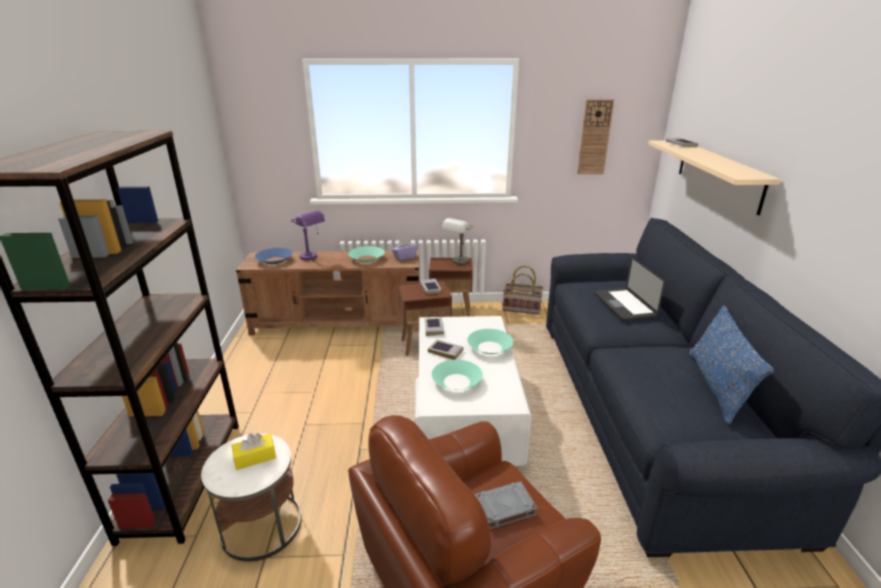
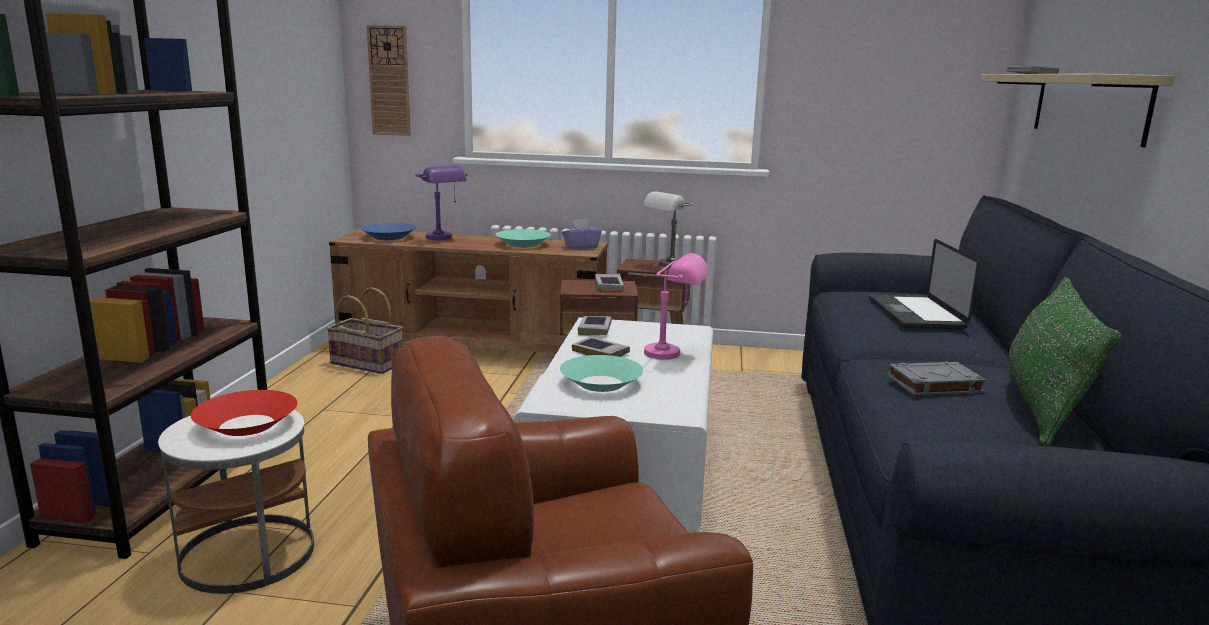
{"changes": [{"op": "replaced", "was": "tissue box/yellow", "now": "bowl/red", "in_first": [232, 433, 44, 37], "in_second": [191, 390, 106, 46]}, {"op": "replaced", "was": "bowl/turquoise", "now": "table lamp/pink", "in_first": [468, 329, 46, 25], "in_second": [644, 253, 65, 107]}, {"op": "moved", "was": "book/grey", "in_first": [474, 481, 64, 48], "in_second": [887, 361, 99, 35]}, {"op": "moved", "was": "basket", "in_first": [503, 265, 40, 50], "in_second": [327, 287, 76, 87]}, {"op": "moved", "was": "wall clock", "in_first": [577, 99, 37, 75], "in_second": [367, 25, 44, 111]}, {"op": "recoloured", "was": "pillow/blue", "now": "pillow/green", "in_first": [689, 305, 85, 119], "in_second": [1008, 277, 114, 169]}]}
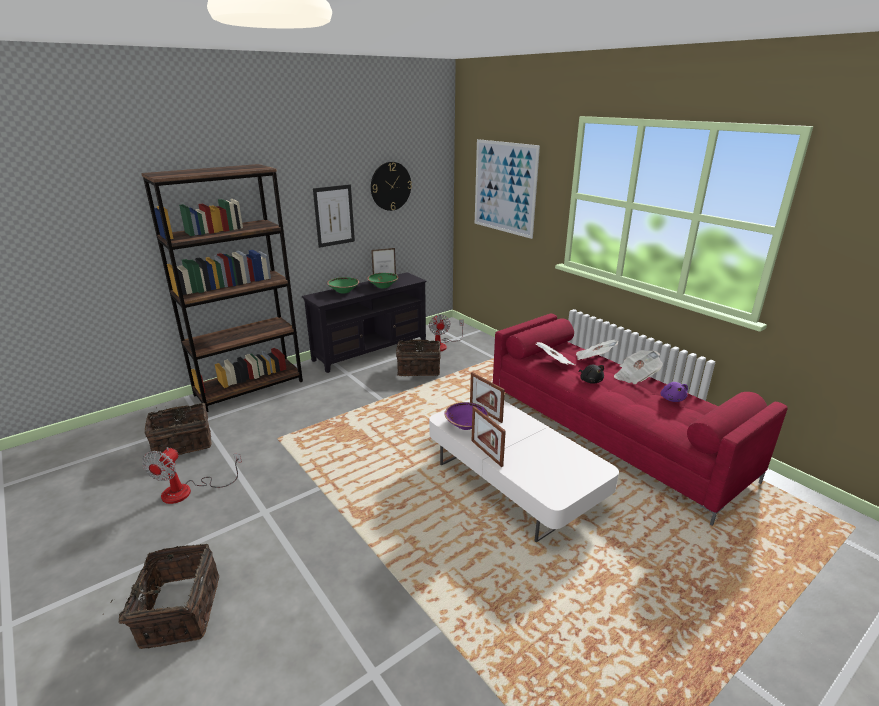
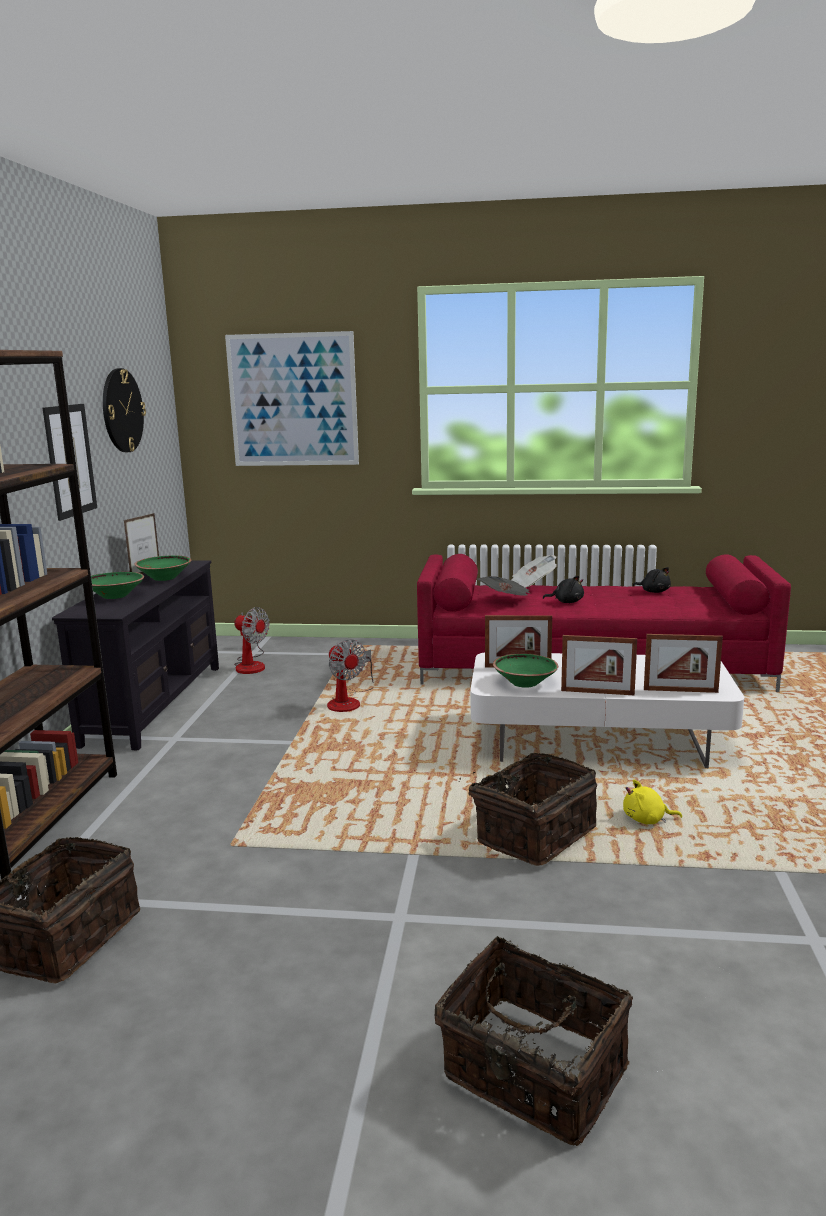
{"changes": [{"op": "moved", "was": "fan", "in_first": [142, 447, 100, 57], "in_second": [327, 639, 47, 73]}, {"op": "moved", "was": "basket", "in_first": [396, 338, 45, 38], "in_second": [459, 753, 138, 113]}, {"op": "recoloured", "was": "bowl/purple", "now": "bowl/green", "in_first": [444, 402, 45, 28], "in_second": [493, 654, 65, 34]}, {"op": "removed", "was": "newspaper", "in_first": [614, 350, 49, 34]}, {"op": "recoloured", "was": "plush toy/purple", "now": "plush toy/black", "in_first": [660, 382, 28, 20], "in_second": [633, 567, 38, 26]}, {"op": "added", "now": "plush toy/yellow", "in_second": [623, 779, 59, 45]}, {"op": "added", "now": "picture frame", "in_second": [644, 634, 79, 59]}]}
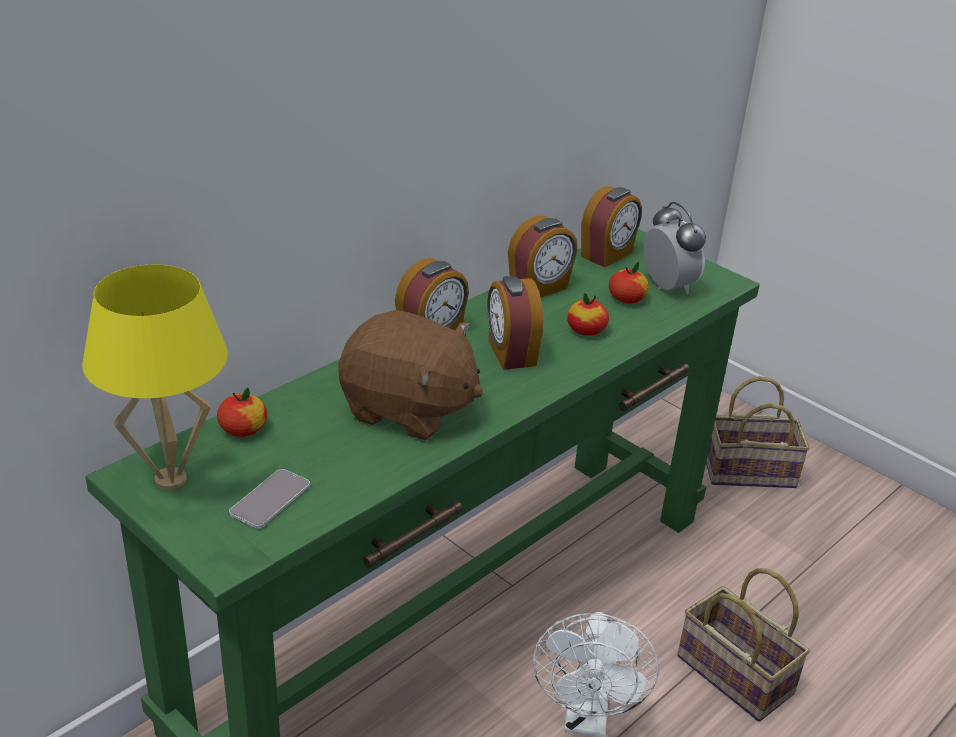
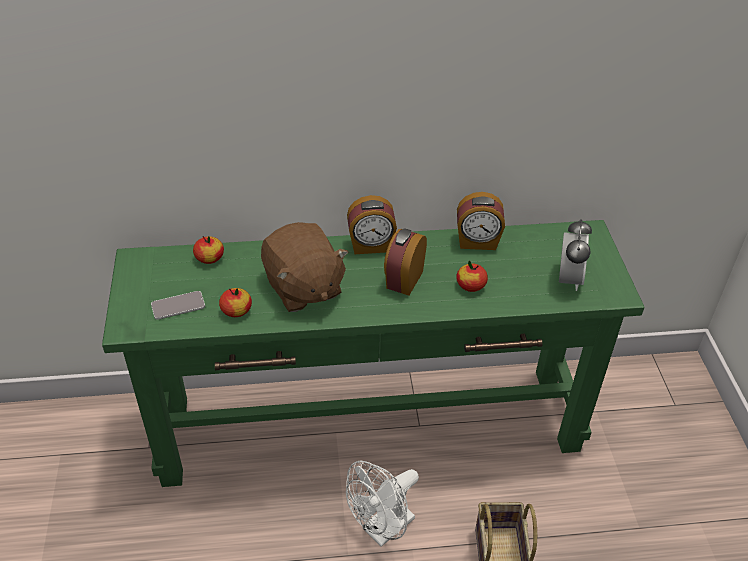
{"changes": [{"op": "removed", "was": "table lamp/yellow", "in_first": [82, 264, 146, 226]}, {"op": "removed", "was": "alarm clock", "in_first": [581, 186, 61, 82]}, {"op": "moved", "was": "apple", "in_first": [609, 262, 40, 41], "in_second": [219, 288, 33, 29]}, {"op": "removed", "was": "basket", "in_first": [706, 376, 104, 112]}]}
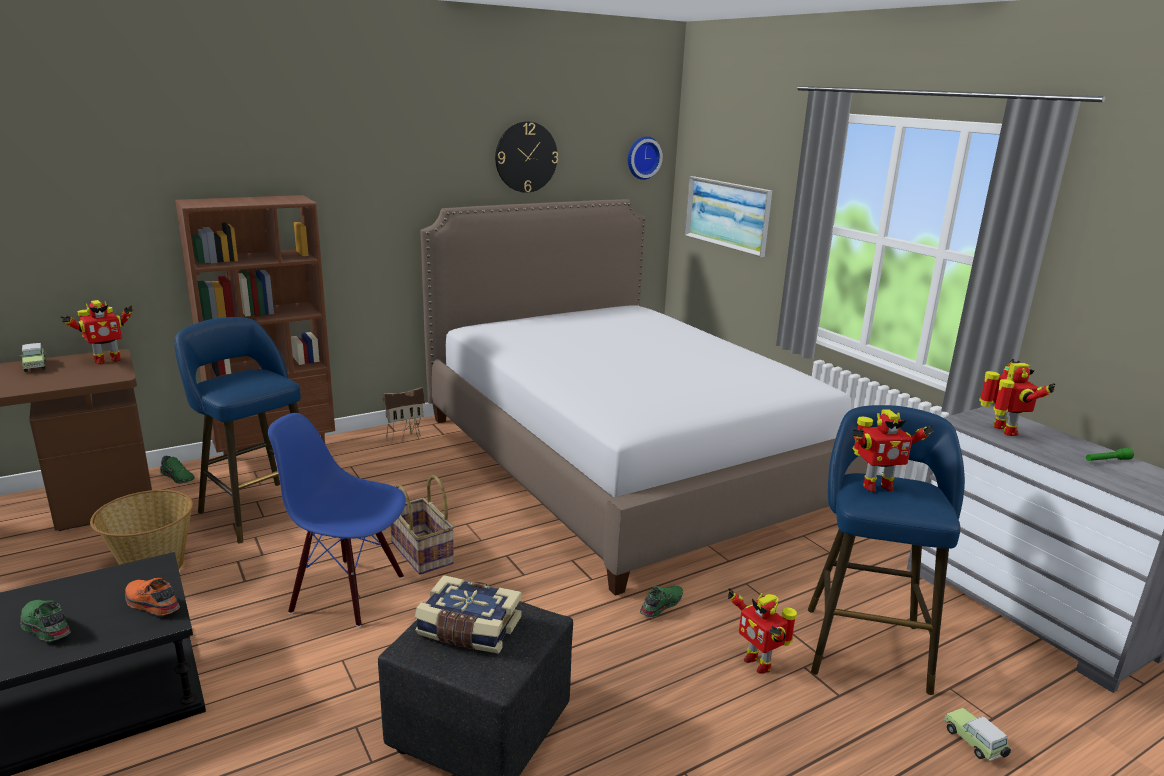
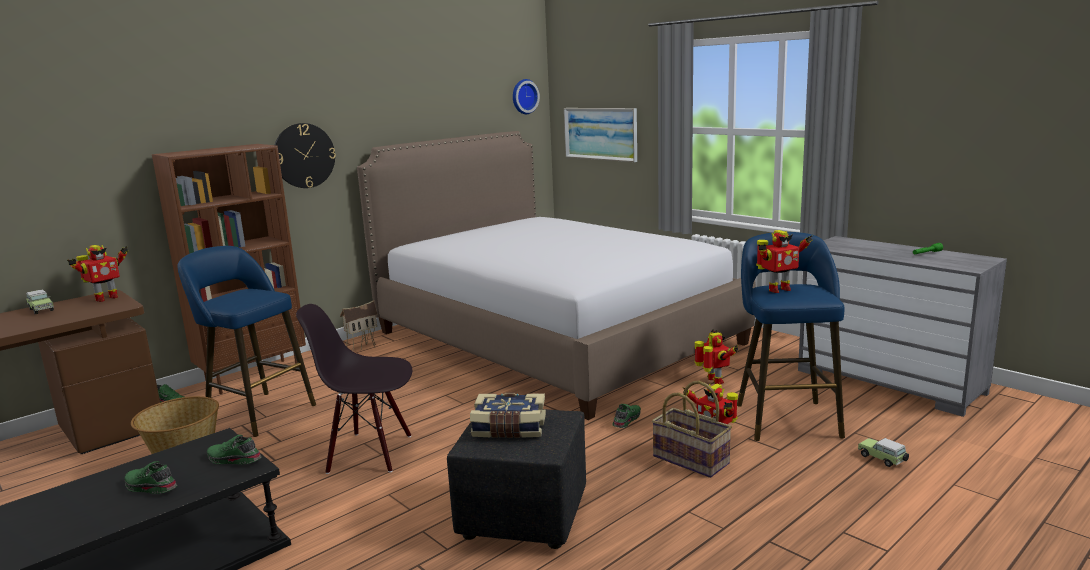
{"changes": [{"op": "recoloured", "was": "shoe/orange", "now": "shoe/green", "in_first": [125, 578, 55, 37], "in_second": [207, 435, 54, 30]}, {"op": "recoloured", "was": "chair/blue", "now": "chair/black", "in_first": [268, 413, 138, 214], "in_second": [296, 304, 116, 170]}, {"op": "moved", "was": "basket", "in_first": [390, 475, 64, 100], "in_second": [652, 381, 80, 97]}, {"op": "moved", "was": "wall clock", "in_first": [495, 121, 63, 72], "in_second": [275, 123, 61, 65]}, {"op": "moved", "was": "toy robot", "in_first": [979, 359, 76, 77], "in_second": [694, 329, 44, 55]}]}
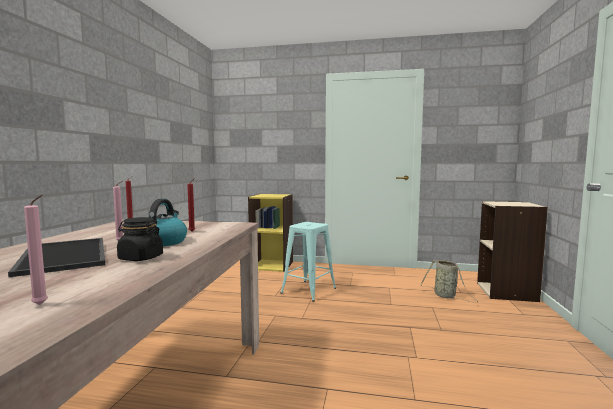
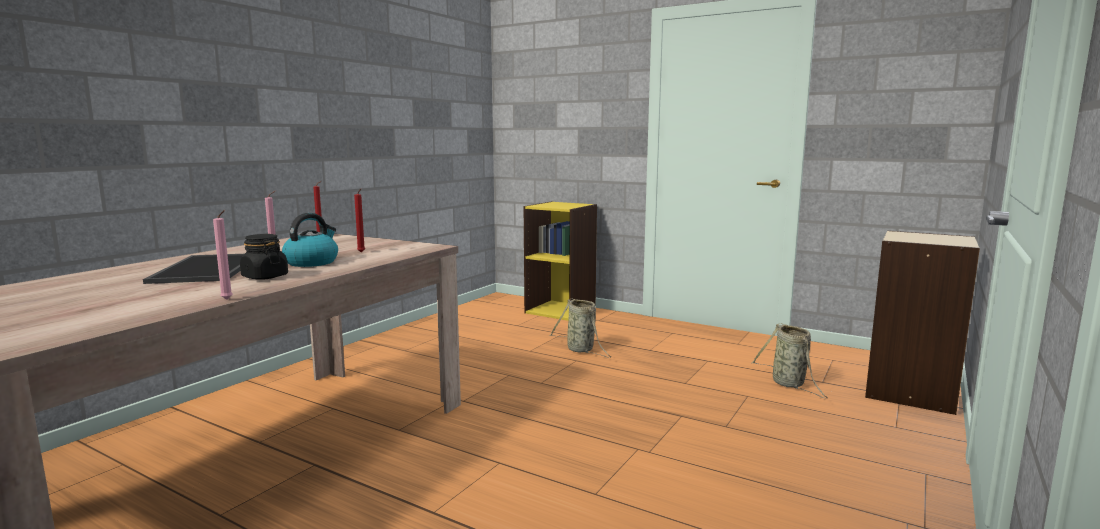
{"changes": [{"op": "moved", "was": "candle/pink", "in_first": [24, 195, 24, 110], "in_second": [213, 210, 20, 89]}, {"op": "replaced", "was": "stool/turquoise", "now": "basket", "in_first": [281, 222, 55, 80], "in_second": [550, 299, 61, 59]}]}
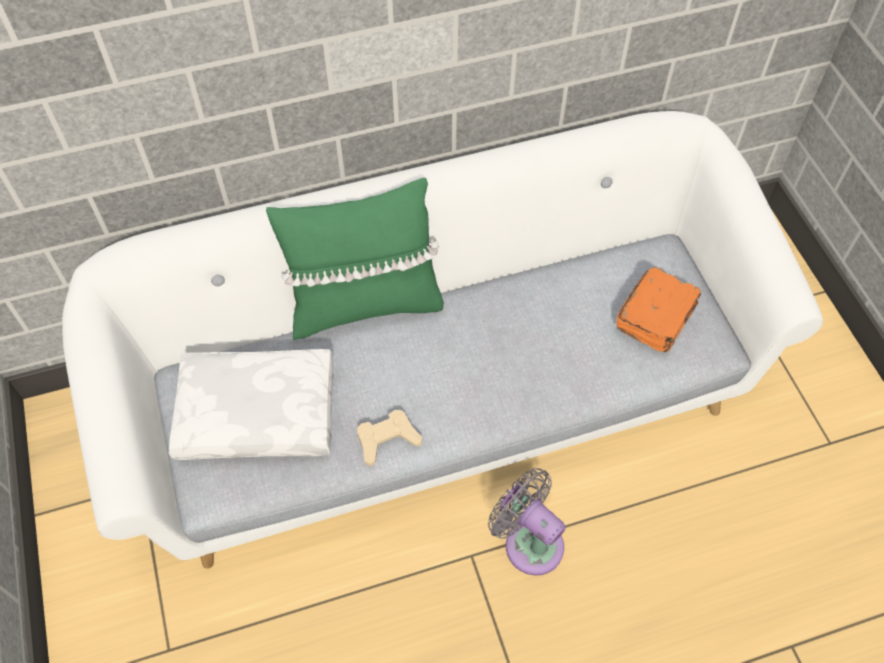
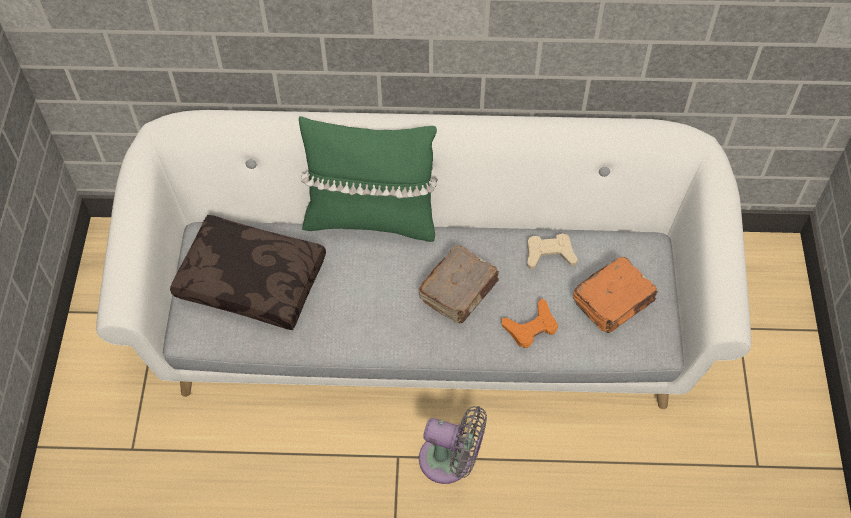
{"changes": [{"op": "recoloured", "was": "pillow/white", "now": "pillow/brown", "in_first": [169, 349, 164, 111], "in_second": [170, 215, 156, 115]}, {"op": "moved", "was": "game controller/beige", "in_first": [357, 410, 65, 57], "in_second": [527, 233, 51, 37]}, {"op": "turned", "was": "fan/grey", "in_first": [488, 468, 77, 107], "in_second": [419, 406, 68, 78], "clockwise": 135}, {"op": "added", "now": "book/brown", "in_second": [419, 246, 80, 77]}, {"op": "added", "now": "game controller/orange", "in_second": [502, 298, 56, 50]}]}
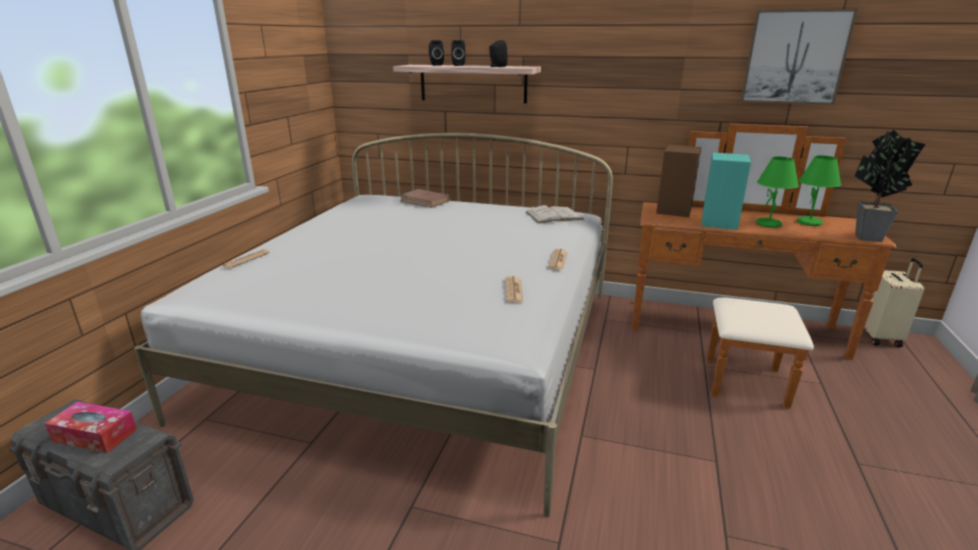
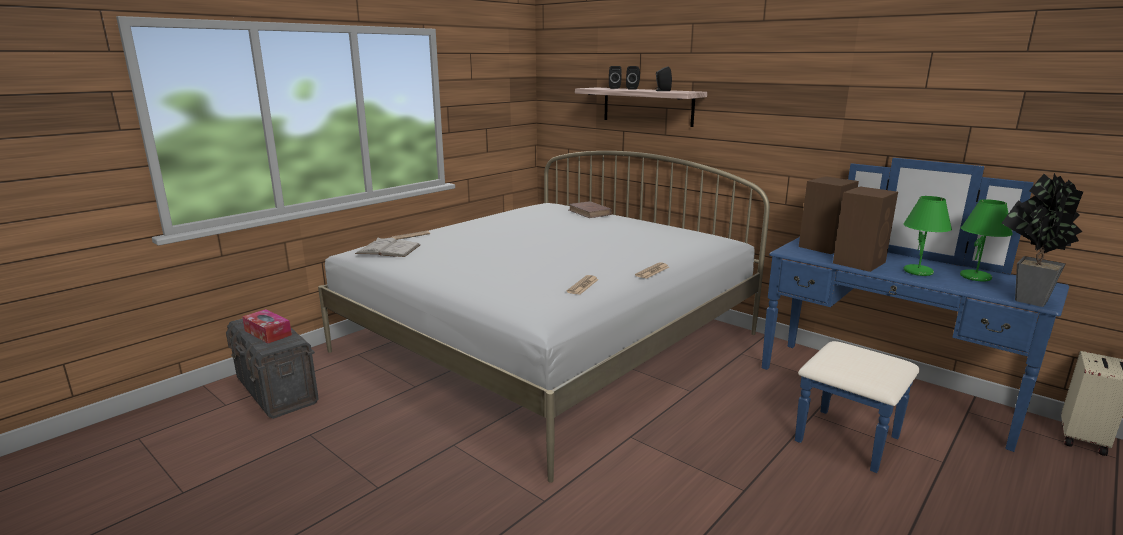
{"changes": [{"op": "moved", "was": "book/white", "in_first": [526, 205, 58, 18], "in_second": [355, 238, 65, 19]}, {"op": "recoloured", "was": "dresser/brown", "now": "dresser/blue", "in_first": [632, 124, 264, 285], "in_second": [762, 158, 307, 315]}, {"op": "recoloured", "was": "speaker/turquoise", "now": "speaker/brown", "in_first": [702, 152, 49, 78], "in_second": [833, 186, 65, 86]}, {"op": "removed", "was": "picture", "in_first": [741, 9, 117, 96]}]}
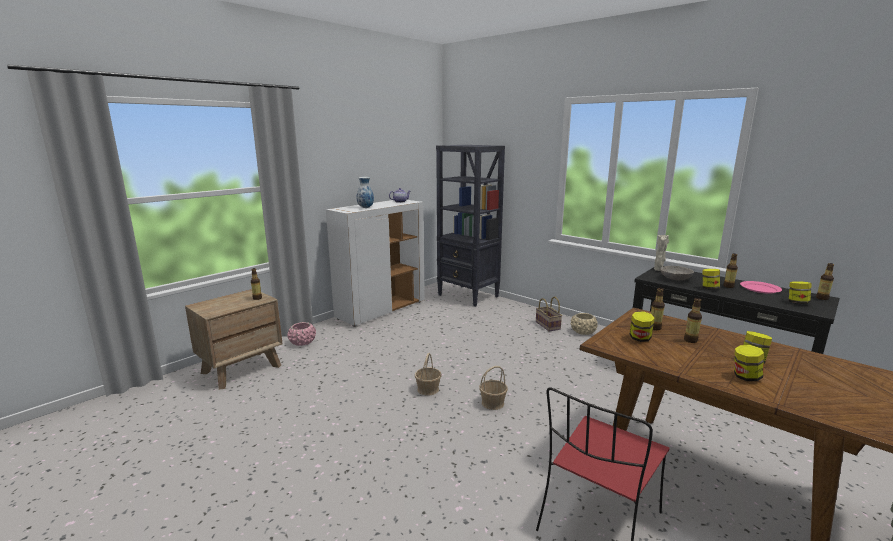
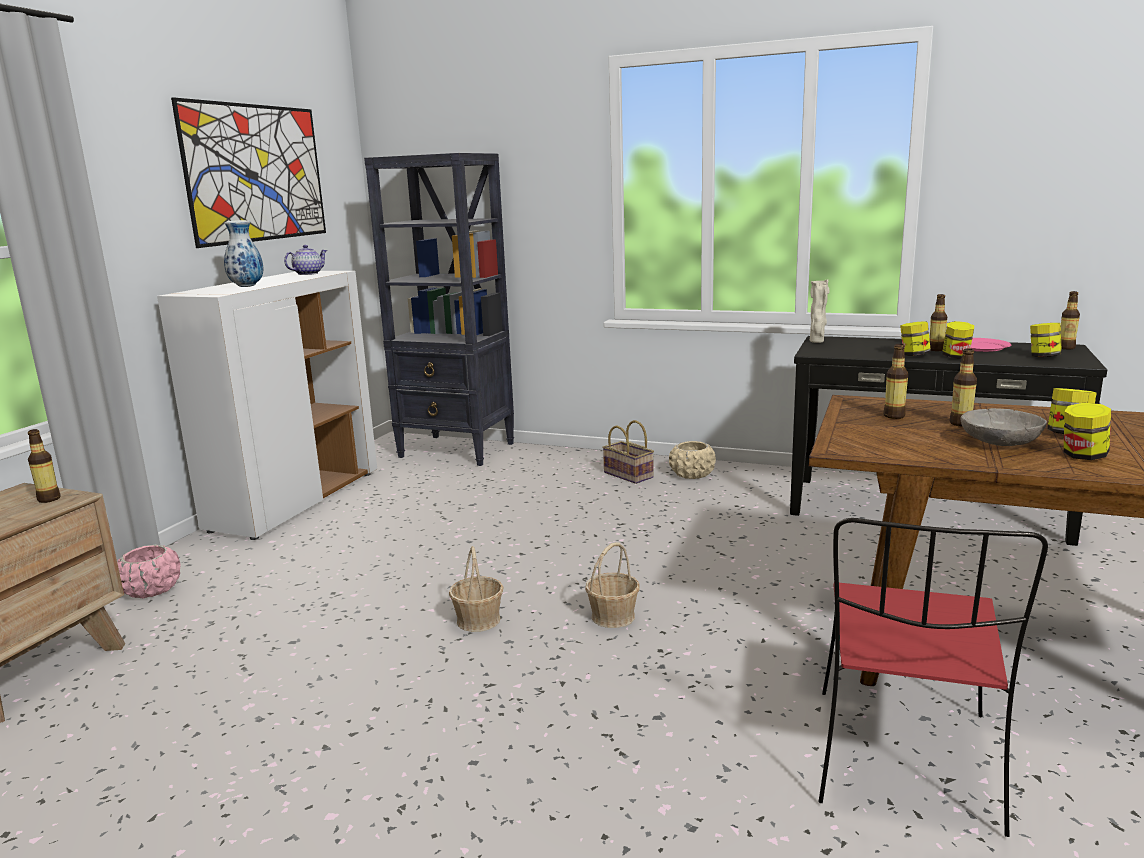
{"changes": [{"op": "moved", "was": "jar", "in_first": [629, 311, 26, 31], "in_second": [942, 321, 32, 38]}, {"op": "moved", "was": "bowl/grey", "in_first": [660, 266, 34, 15], "in_second": [961, 408, 86, 38]}, {"op": "added", "now": "picture", "in_second": [171, 97, 155, 151]}]}
